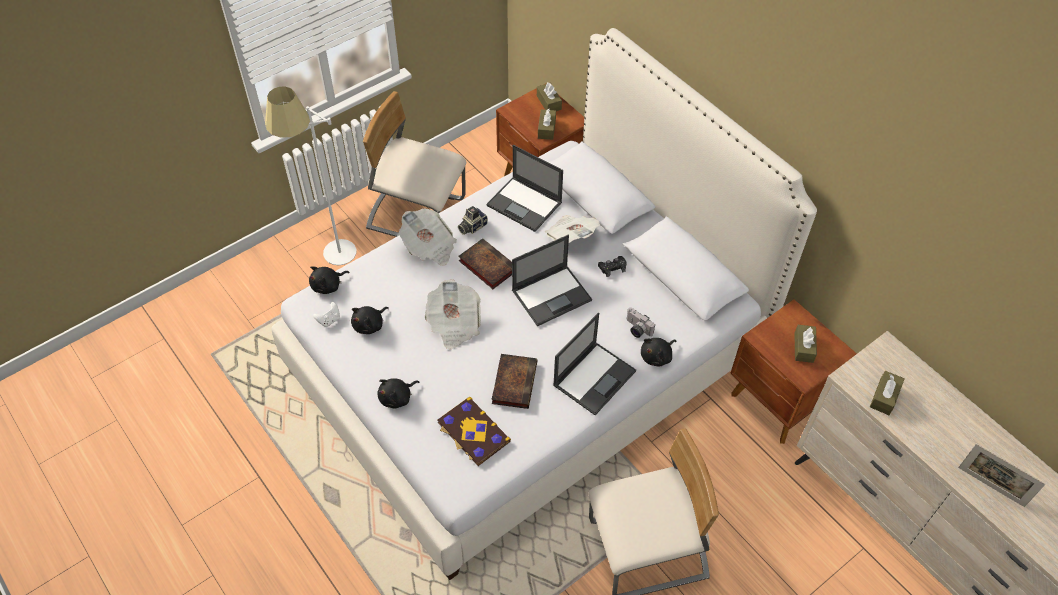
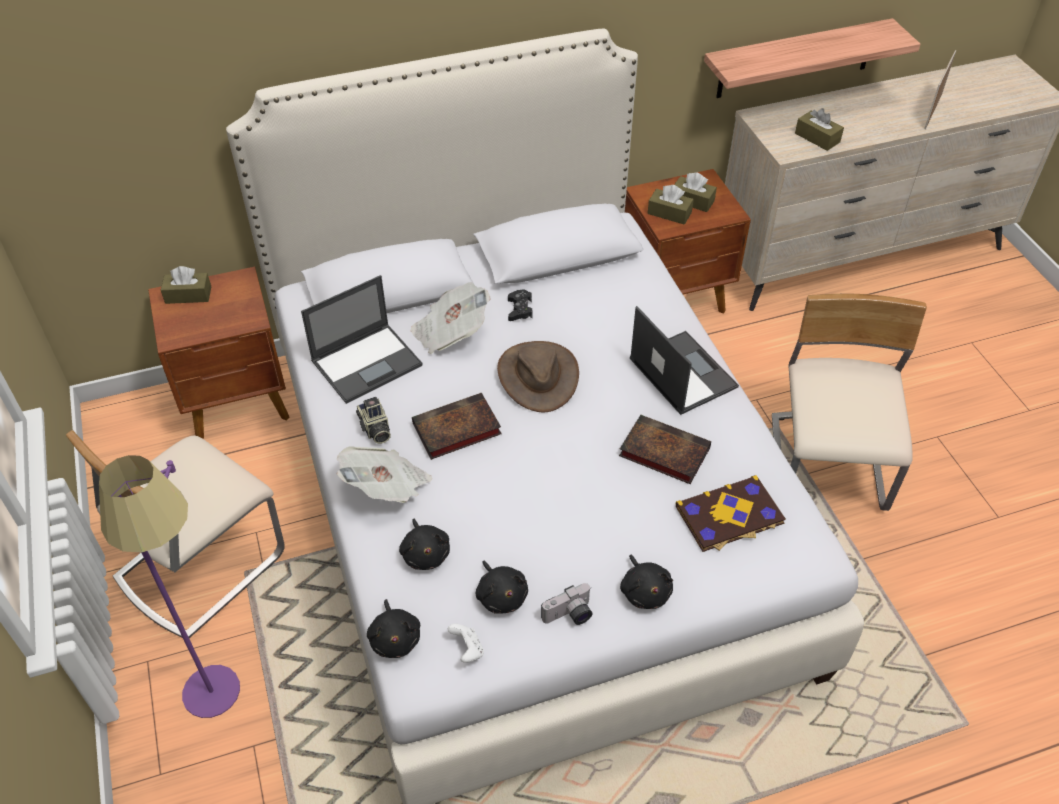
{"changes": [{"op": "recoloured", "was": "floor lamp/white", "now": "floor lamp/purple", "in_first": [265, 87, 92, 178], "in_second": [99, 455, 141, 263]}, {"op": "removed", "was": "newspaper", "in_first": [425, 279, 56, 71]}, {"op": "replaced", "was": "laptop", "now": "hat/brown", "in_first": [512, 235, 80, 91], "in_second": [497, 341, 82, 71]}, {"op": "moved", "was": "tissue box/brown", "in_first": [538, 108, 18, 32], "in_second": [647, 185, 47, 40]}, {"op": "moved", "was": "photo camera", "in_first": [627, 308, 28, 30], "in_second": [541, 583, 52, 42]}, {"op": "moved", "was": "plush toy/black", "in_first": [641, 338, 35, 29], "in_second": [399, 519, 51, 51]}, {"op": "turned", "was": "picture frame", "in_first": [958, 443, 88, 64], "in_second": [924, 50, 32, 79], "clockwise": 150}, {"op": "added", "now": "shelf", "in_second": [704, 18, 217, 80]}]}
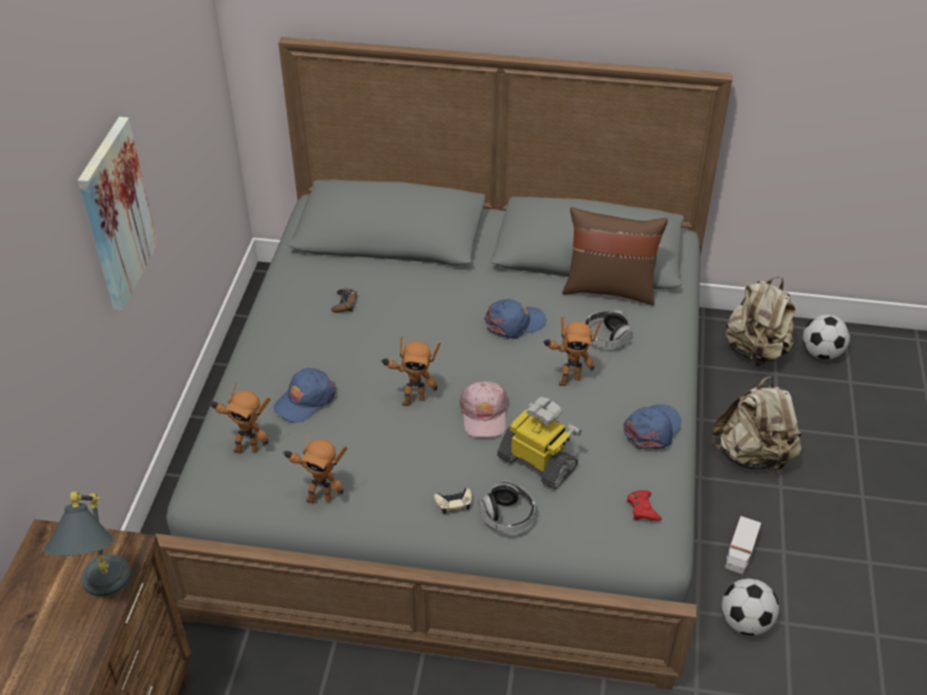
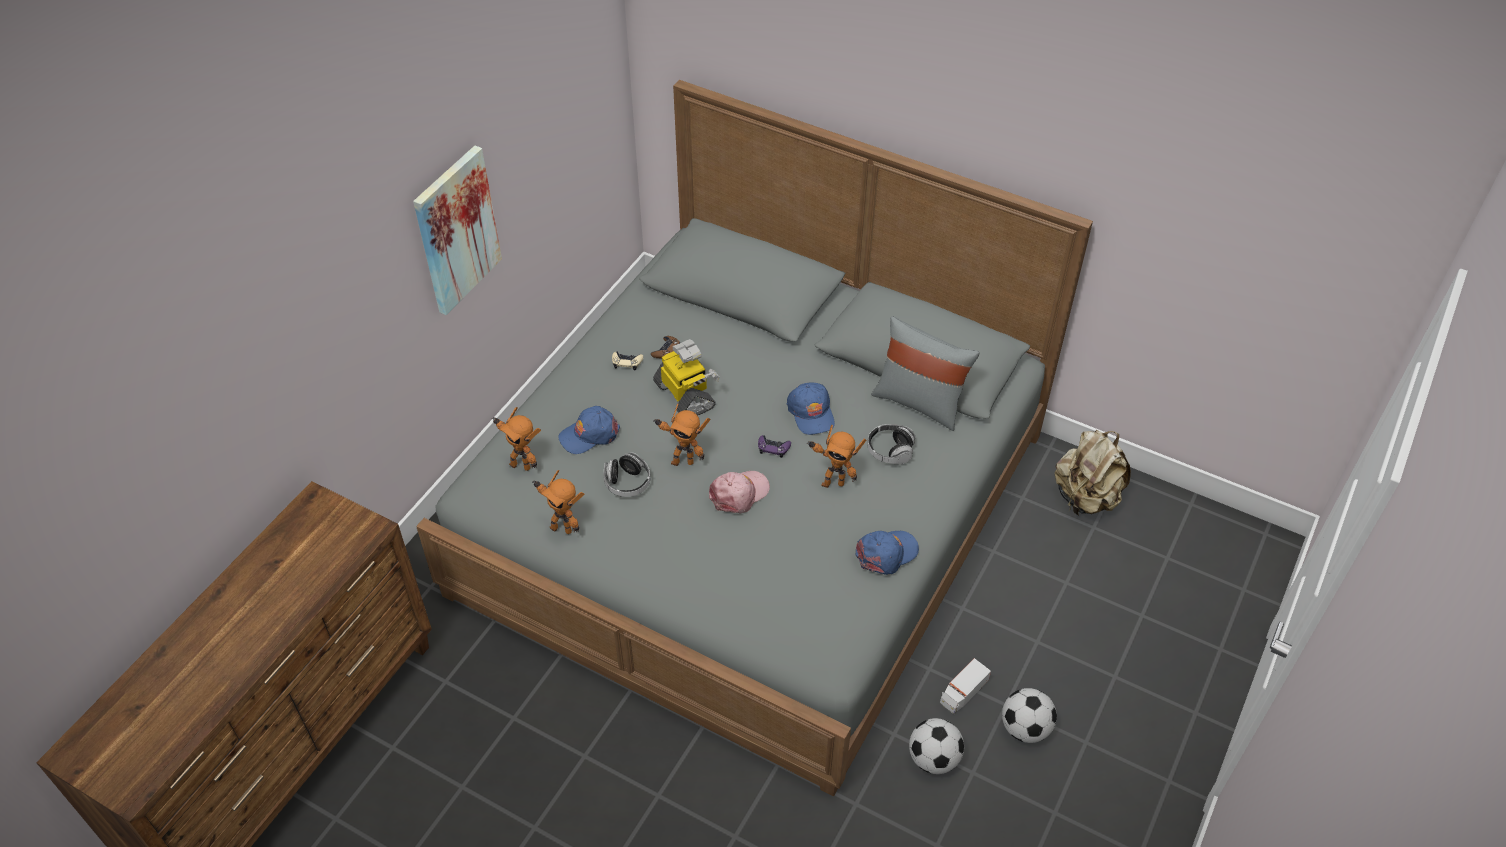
{"changes": [{"op": "removed", "was": "table lamp/grey", "in_first": [44, 491, 87, 106]}, {"op": "moved", "was": "game controller/beige", "in_first": [434, 488, 38, 26], "in_second": [612, 351, 31, 19]}, {"op": "turned", "was": "cap/pink", "in_first": [459, 381, 49, 56], "in_second": [709, 471, 61, 42], "clockwise": -150}, {"op": "moved", "was": "headphones", "in_first": [479, 481, 56, 51], "in_second": [604, 452, 46, 45]}, {"op": "turned", "was": "cap/blue", "in_first": [484, 299, 62, 40], "in_second": [787, 383, 48, 52], "clockwise": 75}, {"op": "moved", "was": "toy robot", "in_first": [497, 397, 85, 92], "in_second": [653, 339, 66, 77]}, {"op": "recoloured", "was": "pillow/brown", "now": "pillow/grey", "in_first": [562, 207, 106, 99], "in_second": [871, 316, 109, 115]}, {"op": "removed", "was": "game controller/red", "in_first": [627, 490, 35, 31]}, {"op": "removed", "was": "backpack/beige", "in_first": [712, 376, 90, 98]}, {"op": "moved", "was": "football", "in_first": [803, 315, 47, 45], "in_second": [1002, 688, 55, 55]}, {"op": "added", "now": "game controller/purple", "in_second": [758, 435, 33, 23]}]}
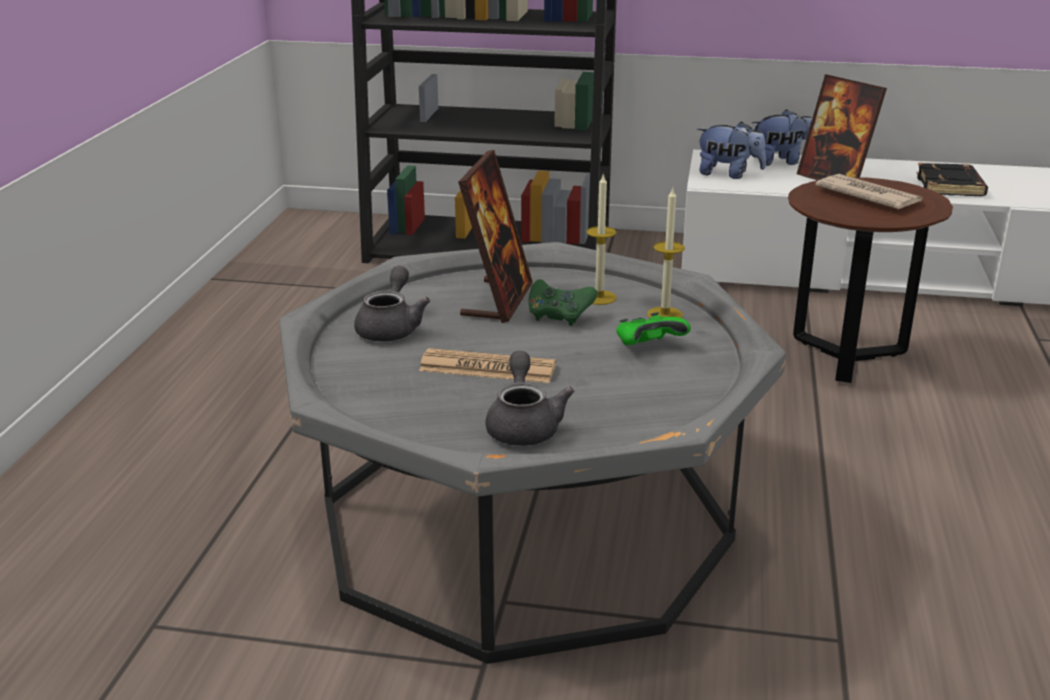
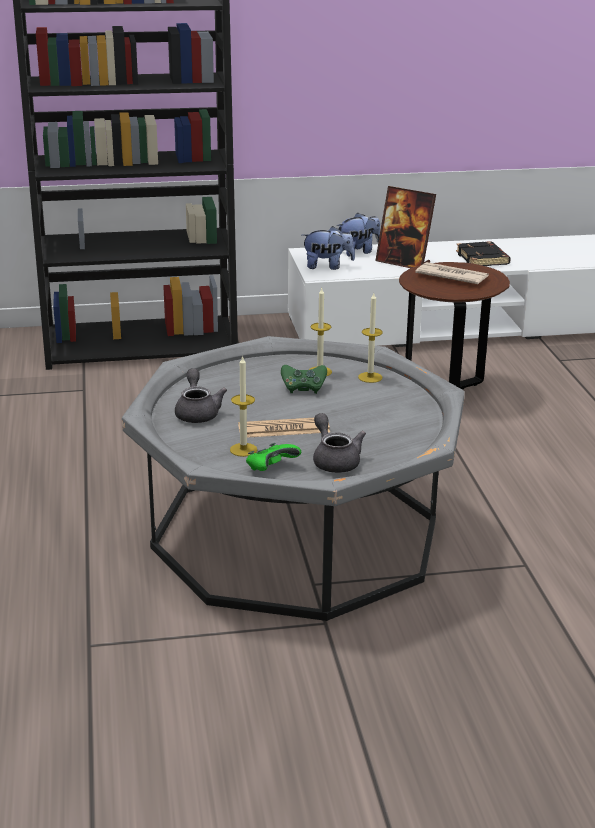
{"changes": [{"op": "removed", "was": "picture frame", "in_first": [458, 150, 75, 173]}, {"op": "moved", "was": "game controller/green", "in_first": [616, 312, 75, 33], "in_second": [246, 443, 55, 28]}, {"op": "added", "now": "candle", "in_second": [230, 355, 27, 102]}]}
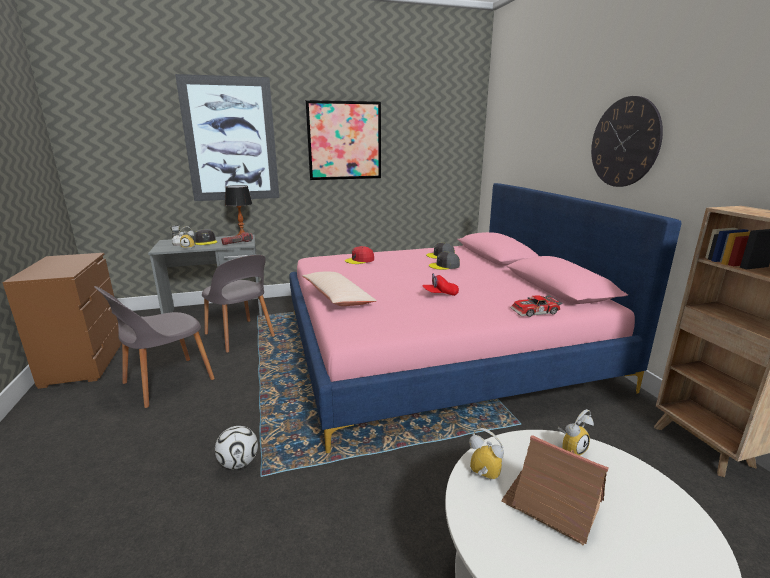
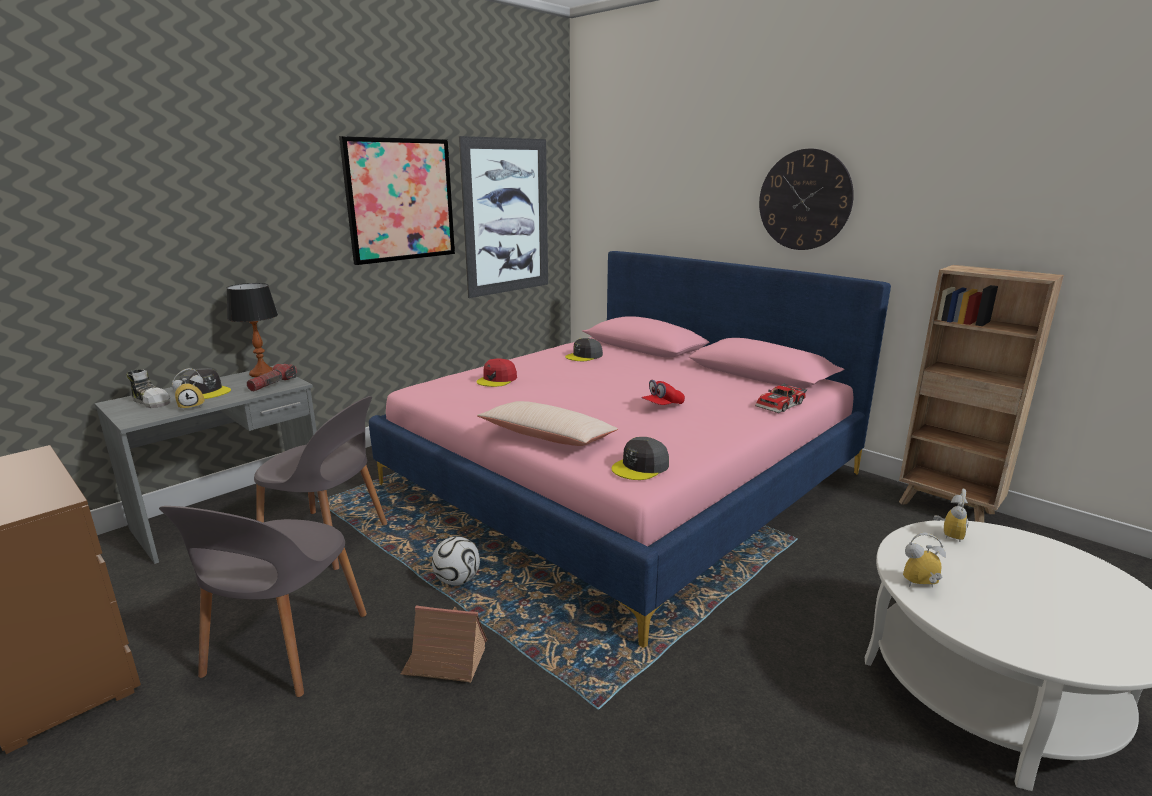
{"changes": [{"op": "moved", "was": "picture", "in_first": [175, 74, 104, 127], "in_second": [459, 136, 89, 162]}, {"op": "moved", "was": "football", "in_first": [215, 426, 43, 43], "in_second": [432, 537, 48, 48]}, {"op": "moved", "was": "cap/grey", "in_first": [429, 252, 31, 18], "in_second": [611, 437, 58, 43]}, {"op": "moved", "was": "toy house", "in_first": [501, 435, 108, 110], "in_second": [401, 606, 87, 77]}]}
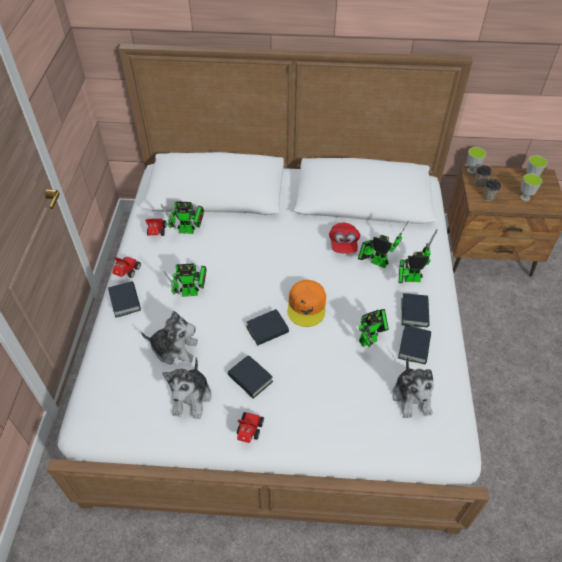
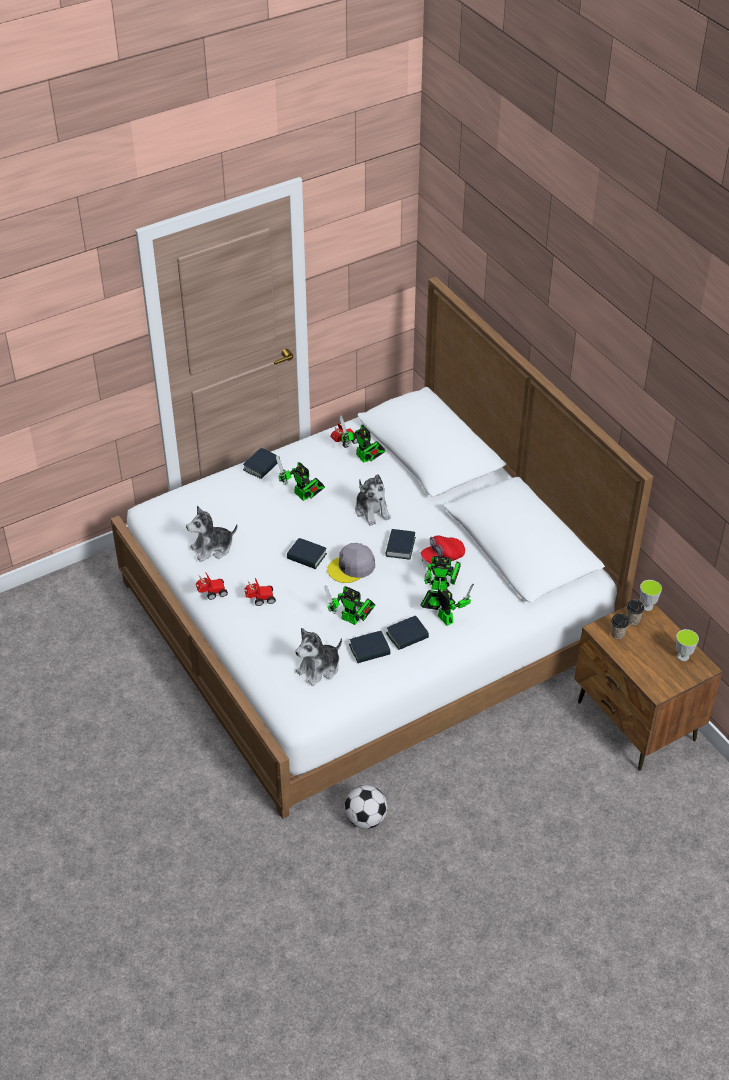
{"changes": [{"op": "moved", "was": "toy car", "in_first": [113, 257, 28, 21], "in_second": [244, 578, 32, 28]}, {"op": "moved", "was": "plush toy", "in_first": [141, 311, 57, 54], "in_second": [355, 474, 36, 52]}, {"op": "moved", "was": "book", "in_first": [228, 355, 45, 44], "in_second": [386, 529, 30, 31]}, {"op": "recoloured", "was": "cap/orange", "now": "cap/grey", "in_first": [288, 280, 38, 47], "in_second": [327, 543, 48, 40]}, {"op": "turned", "was": "toy robot", "in_first": [358, 220, 51, 48], "in_second": [422, 556, 39, 35], "clockwise": 105}, {"op": "removed", "was": "cup", "in_first": [520, 174, 22, 27]}, {"op": "added", "now": "football", "in_second": [344, 785, 43, 44]}]}
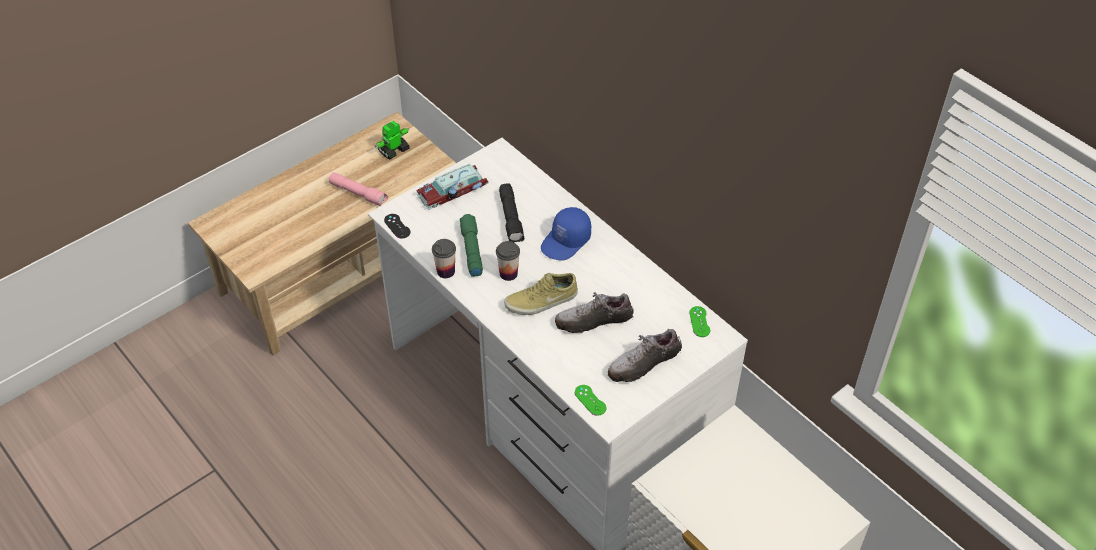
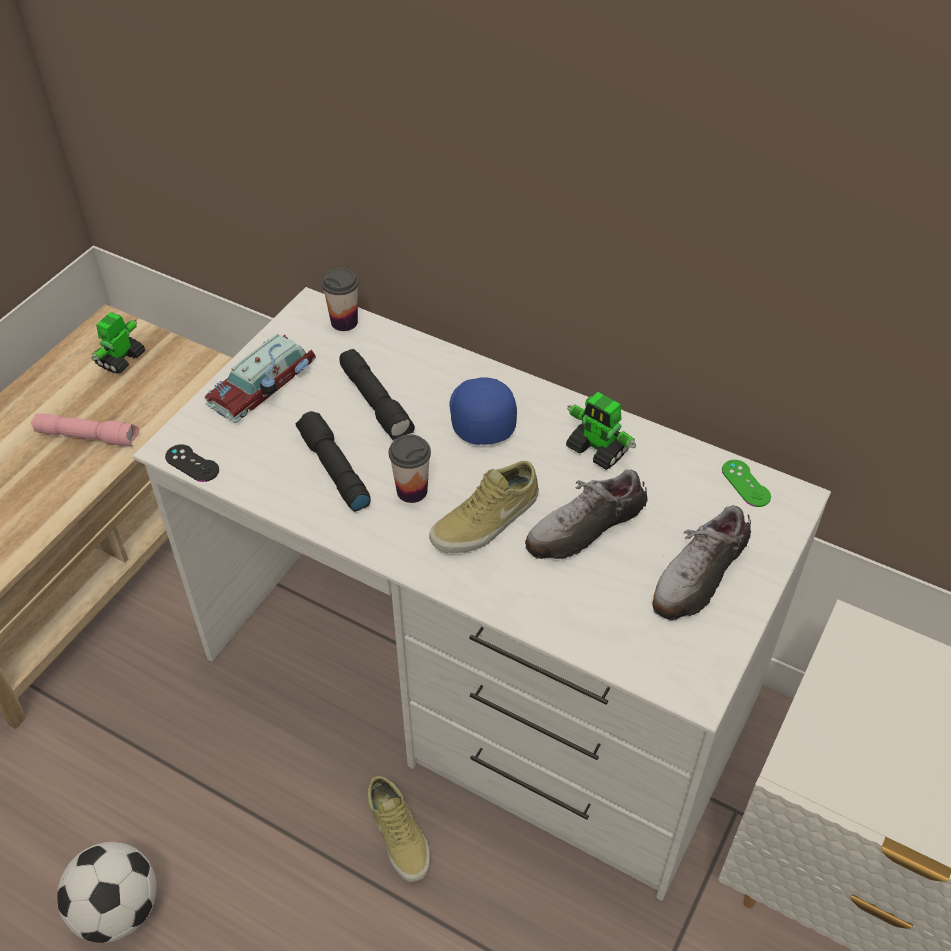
{"changes": [{"op": "moved", "was": "cup", "in_first": [432, 239, 24, 39], "in_second": [322, 268, 37, 63]}, {"op": "recoloured", "was": "flashlight/green", "now": "flashlight/black", "in_first": [460, 214, 23, 63], "in_second": [296, 411, 74, 101]}, {"op": "turned", "was": "cap/blue", "in_first": [541, 207, 50, 54], "in_second": [449, 378, 68, 67], "clockwise": 150}, {"op": "removed", "was": "game controller/green", "in_first": [575, 385, 31, 31]}, {"op": "added", "now": "football", "in_second": [57, 842, 100, 101]}, {"op": "added", "now": "shoe/beige", "in_second": [367, 776, 63, 106]}, {"op": "added", "now": "toy robot", "in_second": [566, 392, 70, 78]}]}
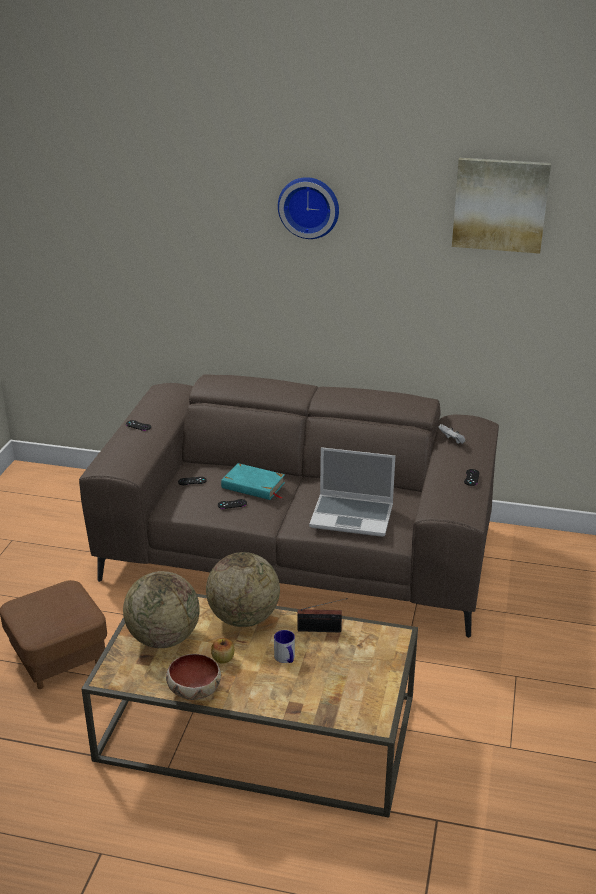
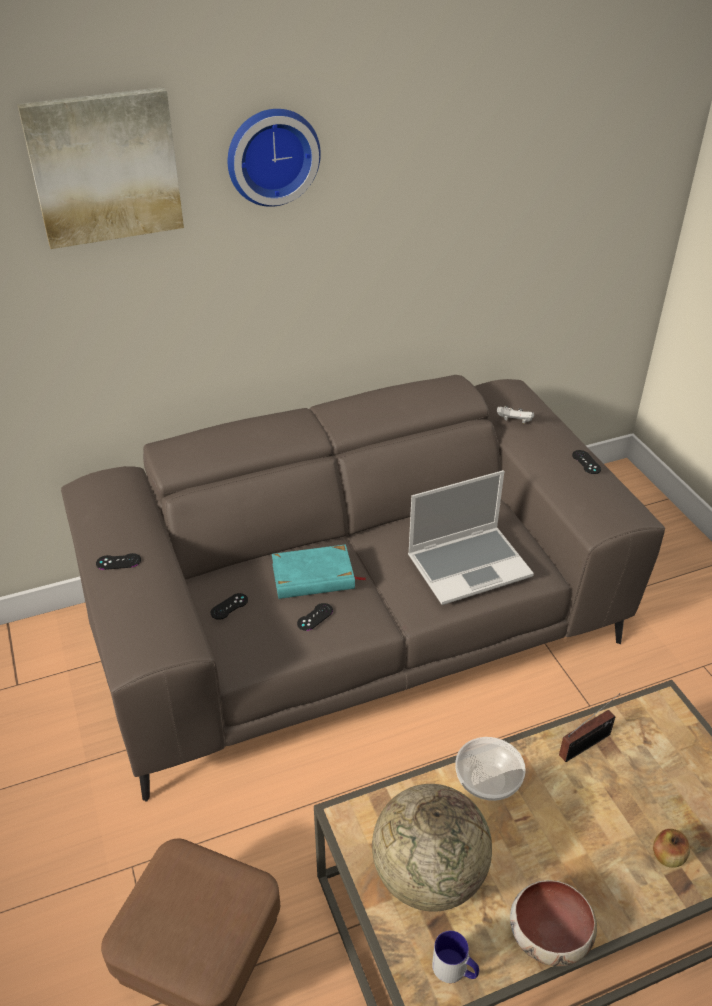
{"changes": [{"op": "replaced", "was": "globe", "now": "bowl", "in_first": [206, 552, 74, 75], "in_second": [455, 737, 71, 64]}, {"op": "moved", "was": "apple", "in_first": [211, 638, 23, 25], "in_second": [653, 829, 37, 39]}, {"op": "moved", "was": "mug", "in_first": [274, 630, 21, 33], "in_second": [432, 931, 47, 52]}, {"op": "moved", "was": "picture", "in_first": [452, 158, 99, 96], "in_second": [17, 87, 167, 162]}]}
